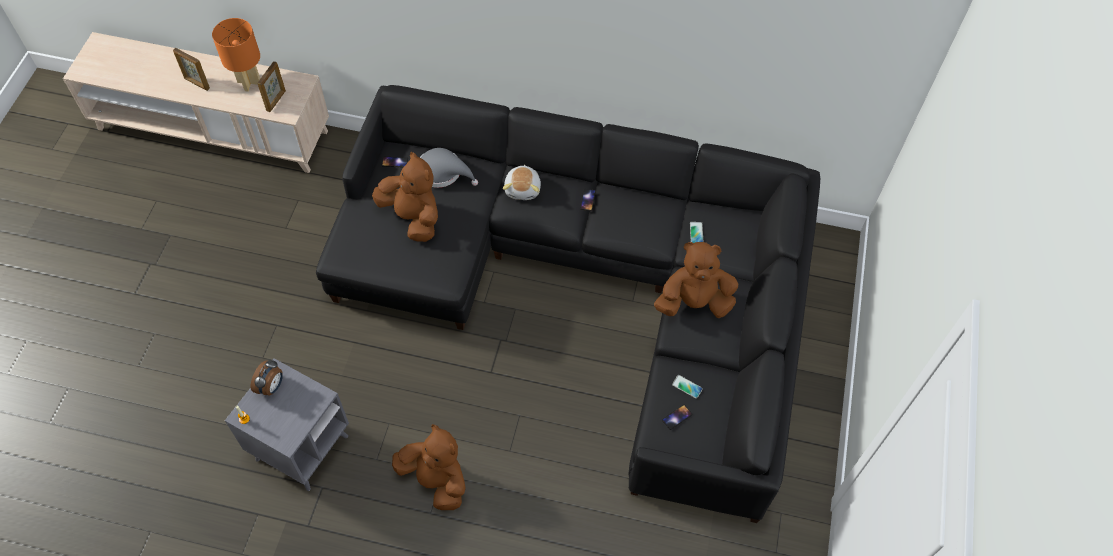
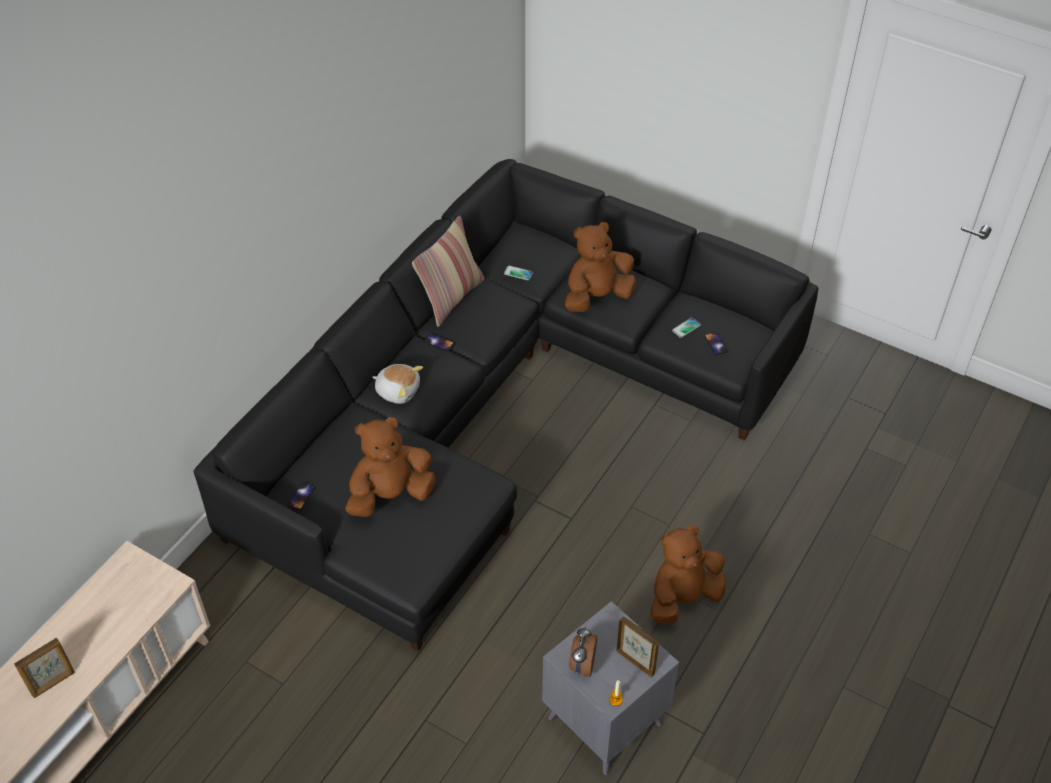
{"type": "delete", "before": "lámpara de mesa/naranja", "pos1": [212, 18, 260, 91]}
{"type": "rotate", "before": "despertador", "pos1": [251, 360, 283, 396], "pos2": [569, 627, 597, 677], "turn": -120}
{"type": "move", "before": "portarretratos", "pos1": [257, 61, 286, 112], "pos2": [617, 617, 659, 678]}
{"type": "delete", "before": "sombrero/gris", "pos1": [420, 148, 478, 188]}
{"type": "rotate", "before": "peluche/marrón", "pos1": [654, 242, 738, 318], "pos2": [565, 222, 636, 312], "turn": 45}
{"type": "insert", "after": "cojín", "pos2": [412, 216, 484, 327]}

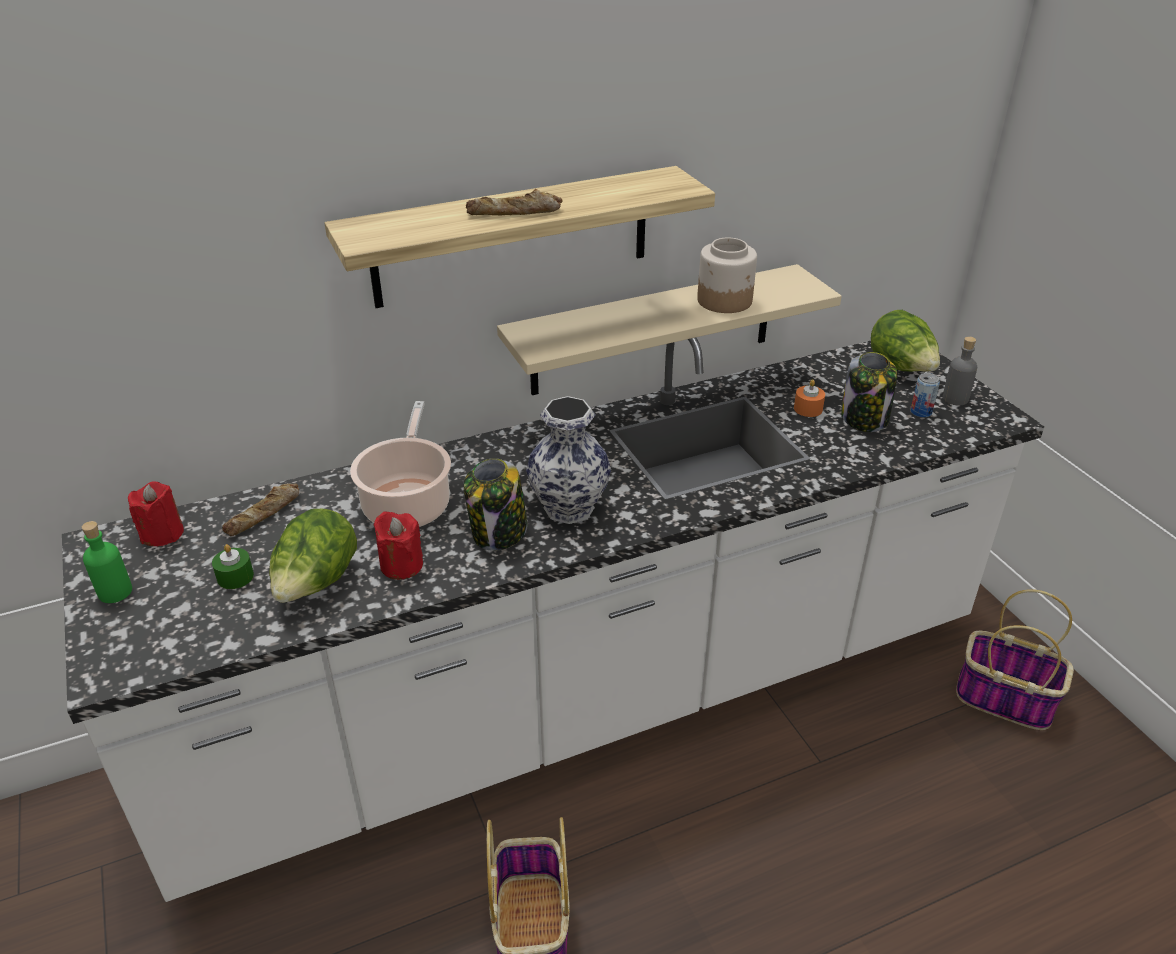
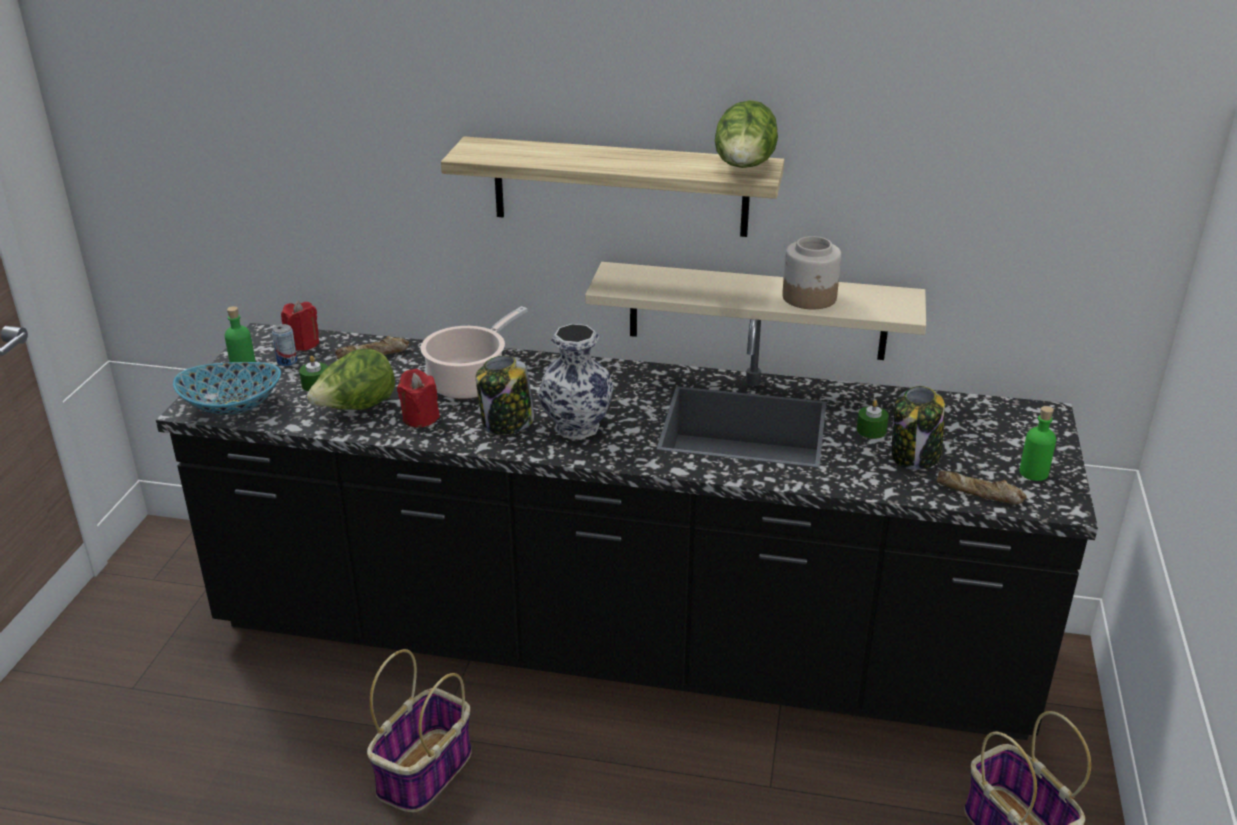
{"type": "recolor", "before": "mueble bajo de cocina/blanco", "after": "mueble bajo de cocina/negro", "pos1": [62, 338, 1045, 902], "pos2": [156, 319, 1098, 740]}
{"type": "move", "before": "pan", "pos1": [466, 189, 563, 216], "pos2": [936, 471, 1026, 504]}
{"type": "recolor", "before": "vela/naranja", "after": "vela/verde", "pos1": [794, 380, 825, 417], "pos2": [857, 400, 889, 439]}
{"type": "move", "before": "lechuga", "pos1": [871, 310, 940, 372], "pos2": [715, 100, 778, 168]}
{"type": "move", "before": "lata", "pos1": [911, 373, 940, 418], "pos2": [272, 324, 297, 366]}
{"type": "recolor", "before": "botella/gris", "after": "botella/verde", "pos1": [943, 336, 977, 406], "pos2": [1019, 406, 1056, 481]}
{"type": "insert", "after": "cuenco", "pos2": [173, 362, 281, 415]}

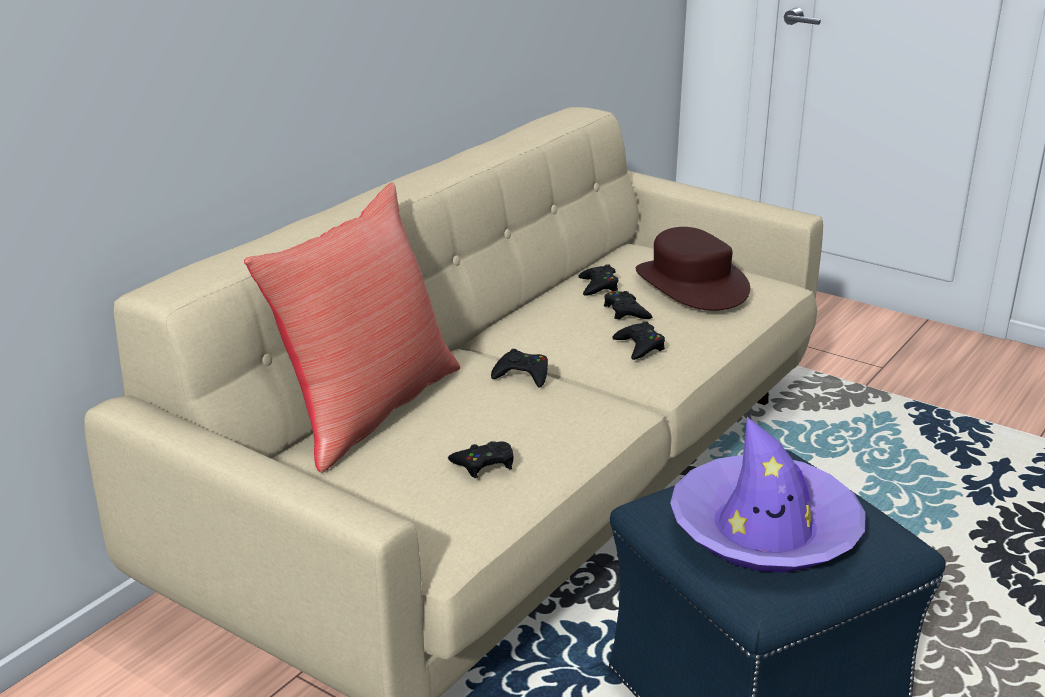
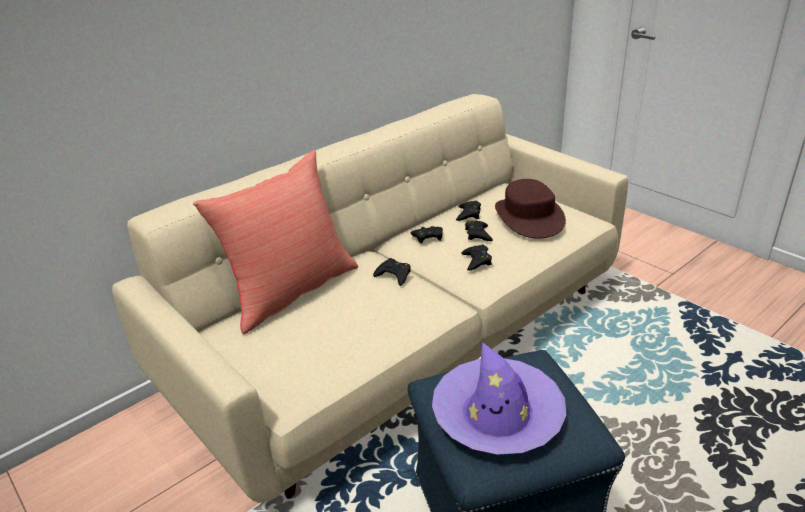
{"type": "move", "before": "mando de consola/negro", "pos1": [448, 441, 513, 478], "pos2": [411, 226, 443, 244]}

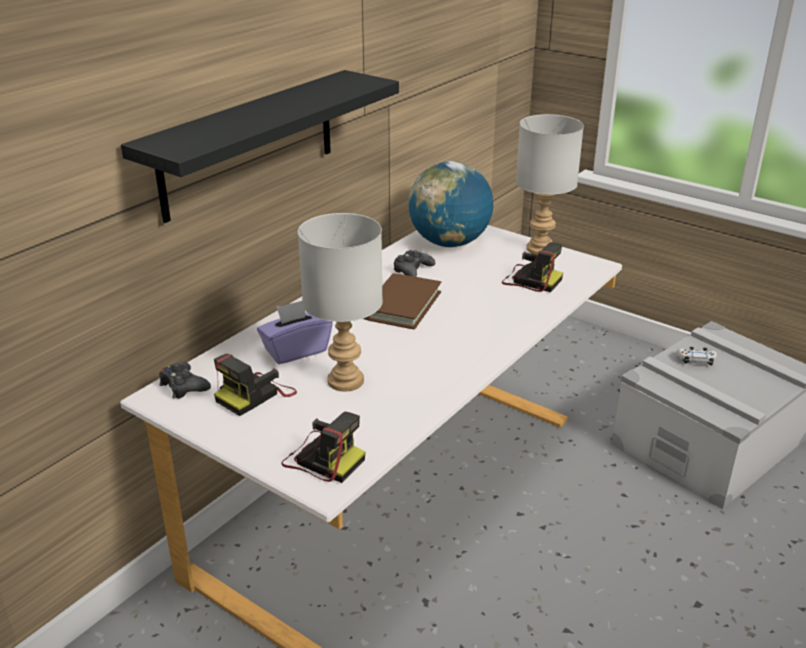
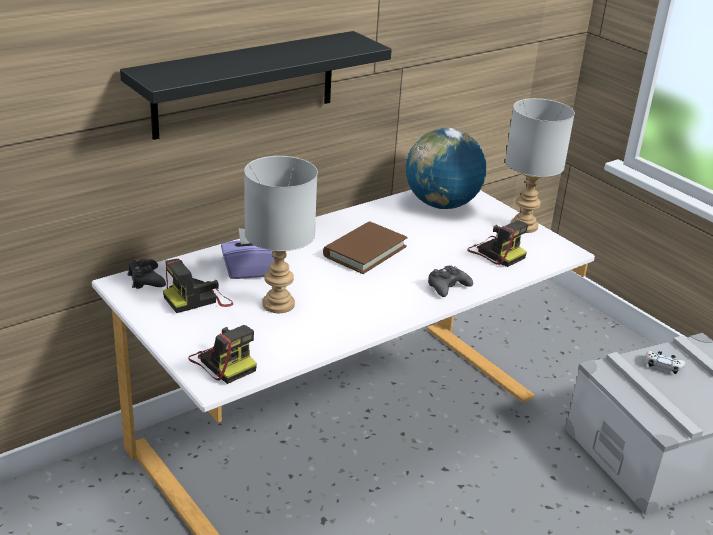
{"type": "move", "before": "mando de consola/negro", "pos1": [394, 250, 435, 277], "pos2": [428, 265, 473, 297]}

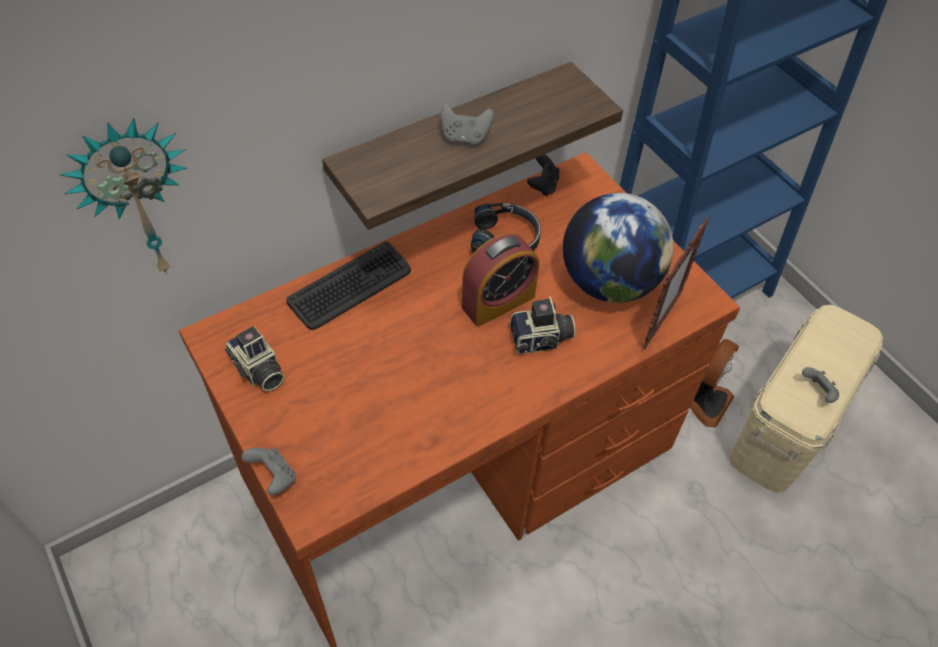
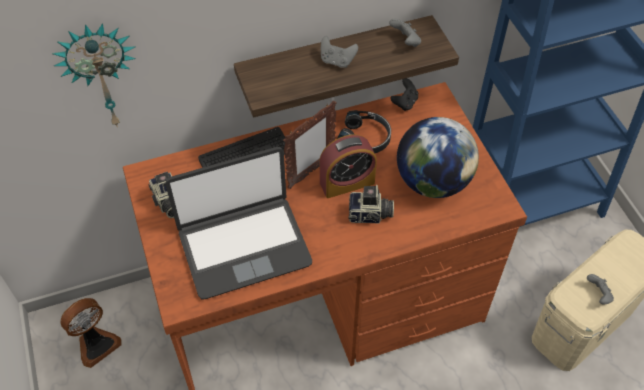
{"type": "move", "before": "mando de consola/gris", "pos1": [241, 448, 296, 495], "pos2": [389, 18, 421, 47]}
{"type": "move", "before": "portarretratos", "pos1": [643, 217, 709, 349], "pos2": [283, 100, 337, 189]}
{"type": "move", "before": "ventilador", "pos1": [690, 339, 739, 428], "pos2": [60, 298, 121, 368]}
{"type": "insert", "after": "portátil", "pos2": [165, 147, 312, 299]}

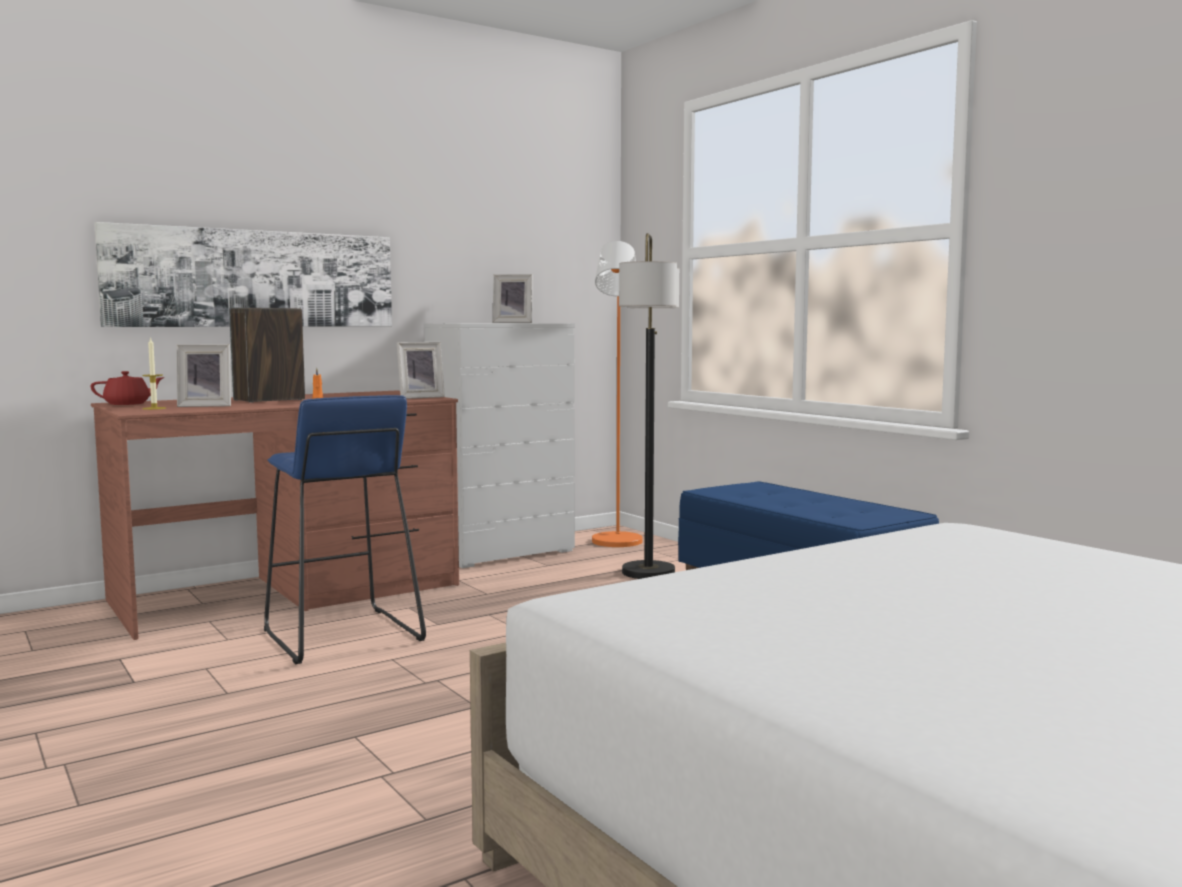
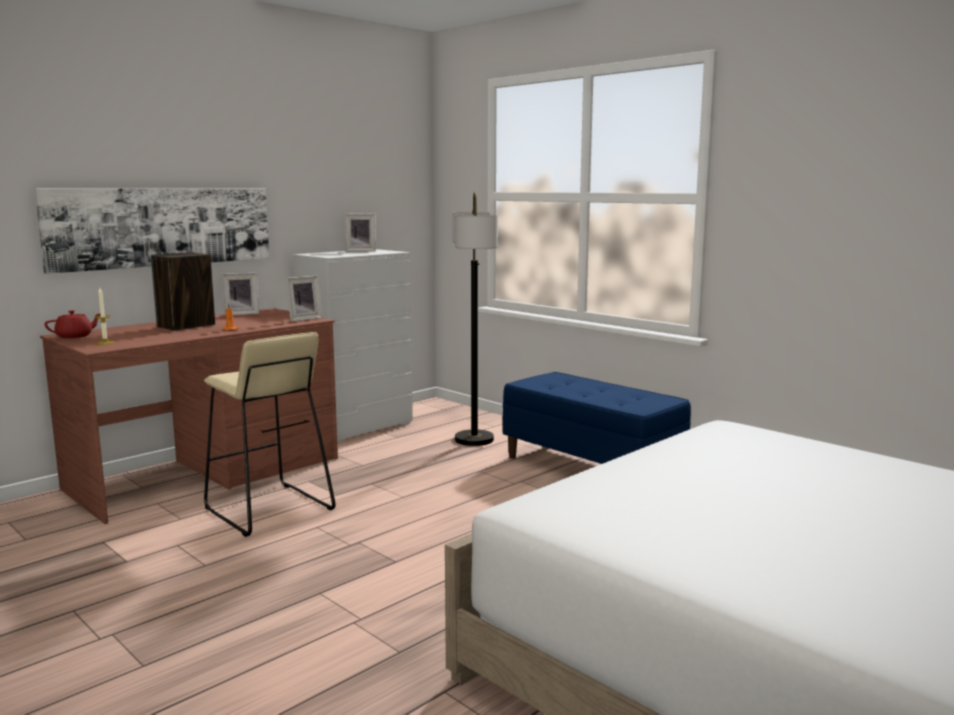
{"type": "move", "before": "portarretratos", "pos1": [176, 344, 231, 407], "pos2": [221, 273, 259, 316]}
{"type": "recolor", "before": "taburete/azul", "after": "taburete/beis", "pos1": [264, 395, 426, 664], "pos2": [204, 332, 336, 537]}
{"type": "delete", "before": "lámpara de pie/naranja", "pos1": [592, 241, 643, 547]}

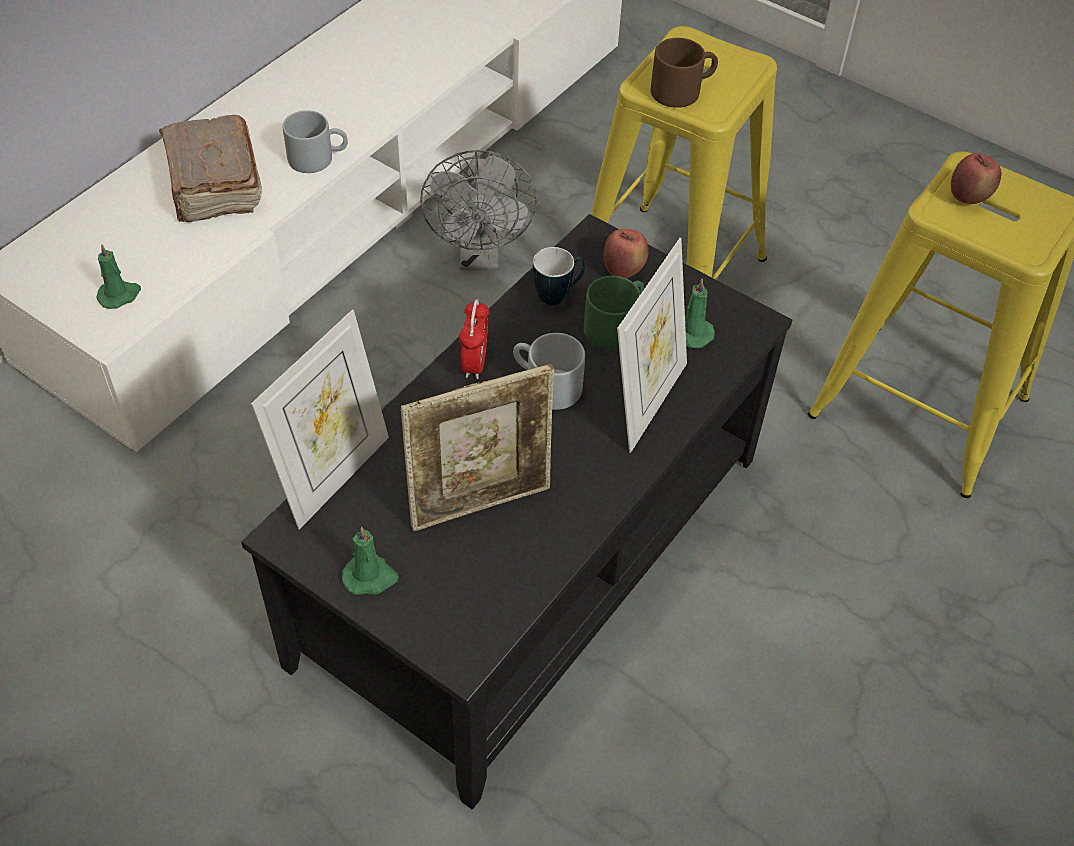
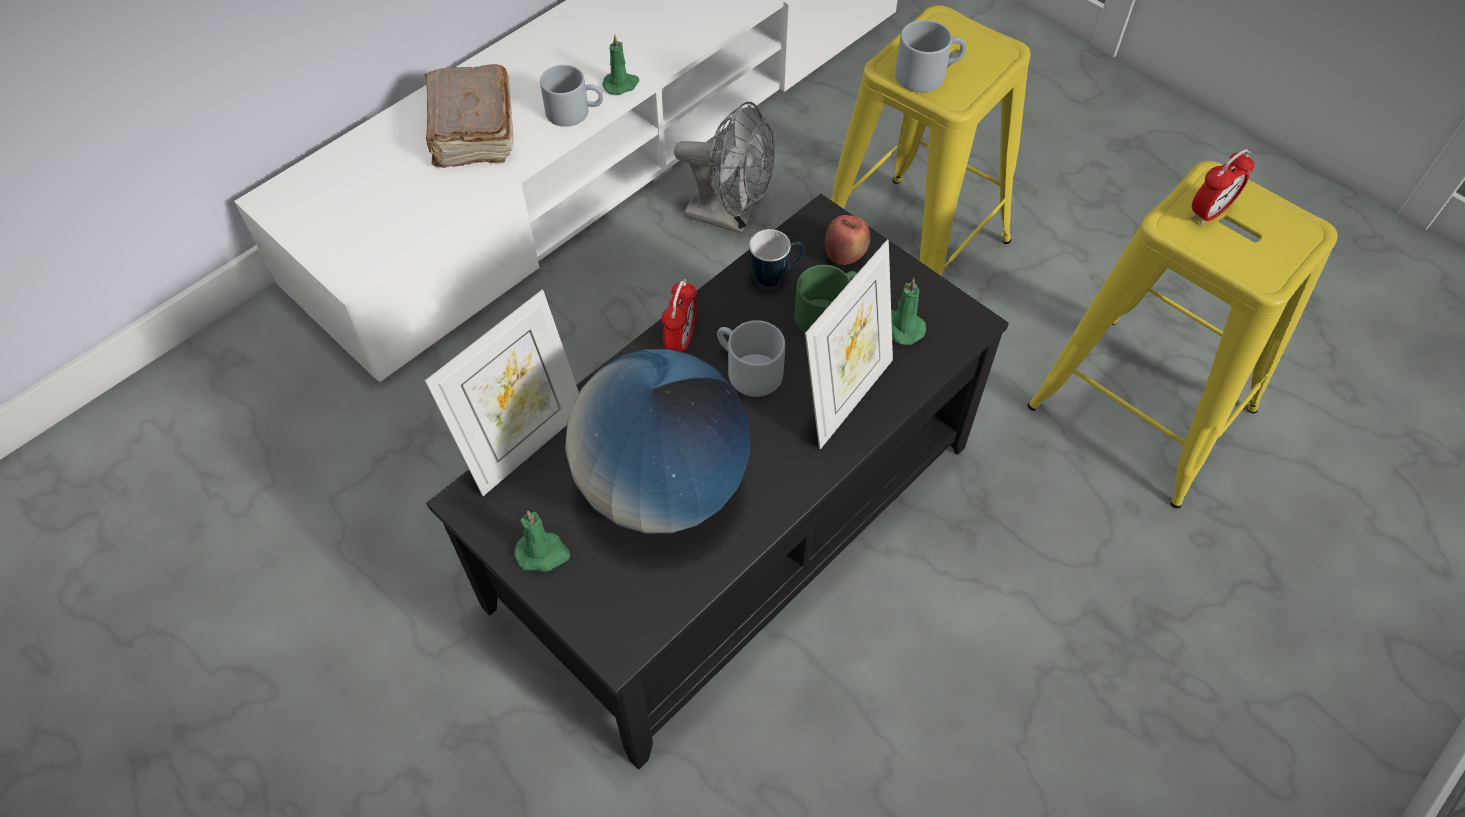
{"type": "move", "before": "vela/verde", "pos1": [97, 244, 141, 309], "pos2": [602, 35, 639, 95]}
{"type": "replace", "before": "portarretratos", "after": "globo terráqueo", "pos1": [401, 364, 554, 531], "pos2": [565, 349, 750, 533]}
{"type": "rotate", "before": "ventilador/gris", "pos1": [420, 150, 537, 270], "pos2": [674, 102, 775, 234], "turn": -75}
{"type": "recolor", "before": "taza grande/marrón", "after": "taza grande/gris", "pos1": [651, 38, 718, 108], "pos2": [895, 20, 966, 92]}
{"type": "replace", "before": "manzana", "after": "despertador", "pos1": [951, 153, 1001, 204], "pos2": [1191, 149, 1255, 225]}

